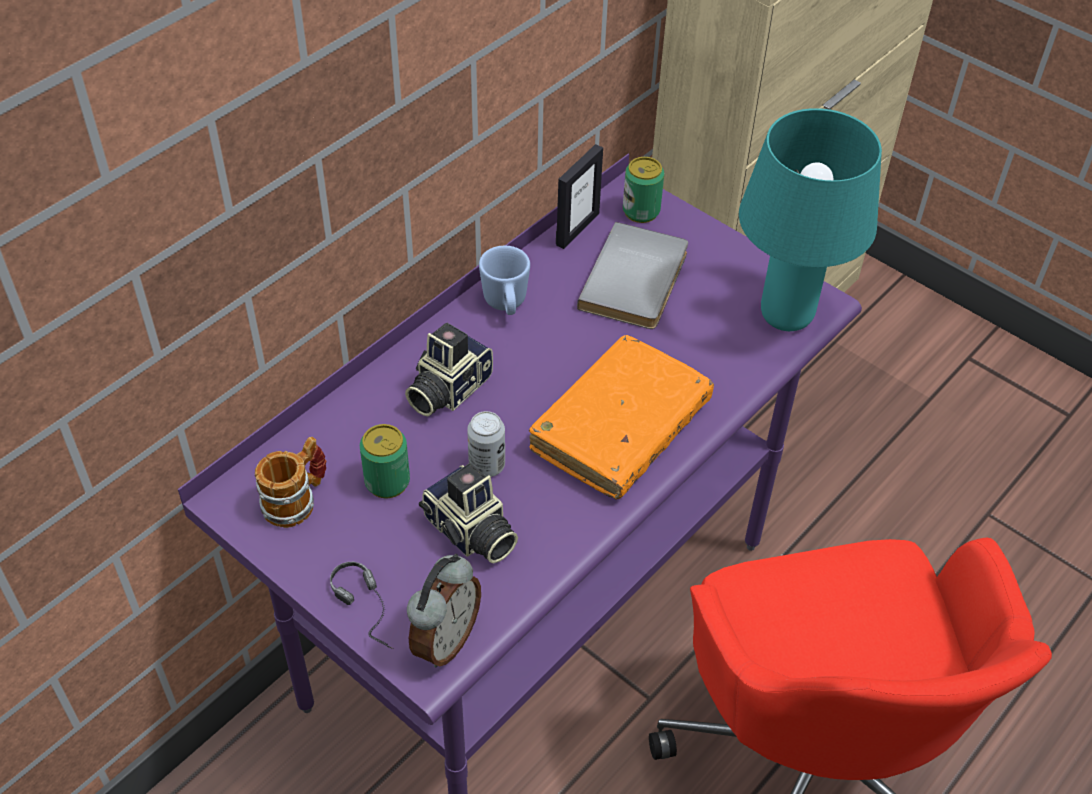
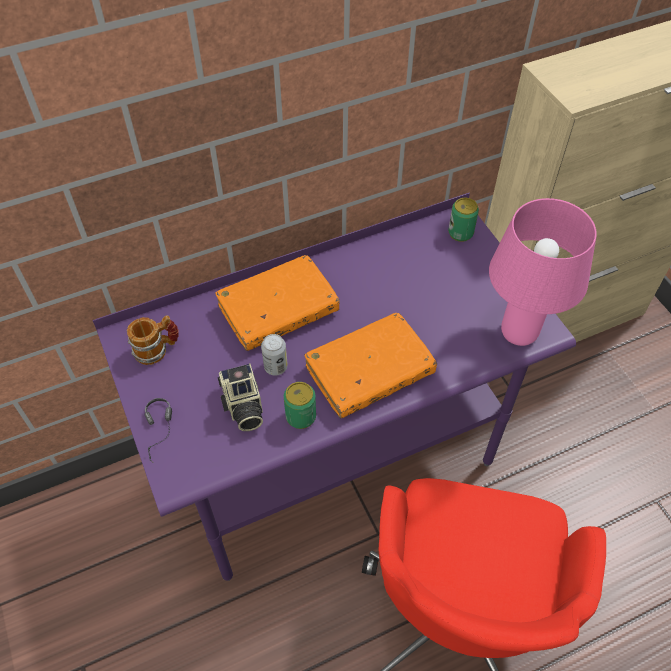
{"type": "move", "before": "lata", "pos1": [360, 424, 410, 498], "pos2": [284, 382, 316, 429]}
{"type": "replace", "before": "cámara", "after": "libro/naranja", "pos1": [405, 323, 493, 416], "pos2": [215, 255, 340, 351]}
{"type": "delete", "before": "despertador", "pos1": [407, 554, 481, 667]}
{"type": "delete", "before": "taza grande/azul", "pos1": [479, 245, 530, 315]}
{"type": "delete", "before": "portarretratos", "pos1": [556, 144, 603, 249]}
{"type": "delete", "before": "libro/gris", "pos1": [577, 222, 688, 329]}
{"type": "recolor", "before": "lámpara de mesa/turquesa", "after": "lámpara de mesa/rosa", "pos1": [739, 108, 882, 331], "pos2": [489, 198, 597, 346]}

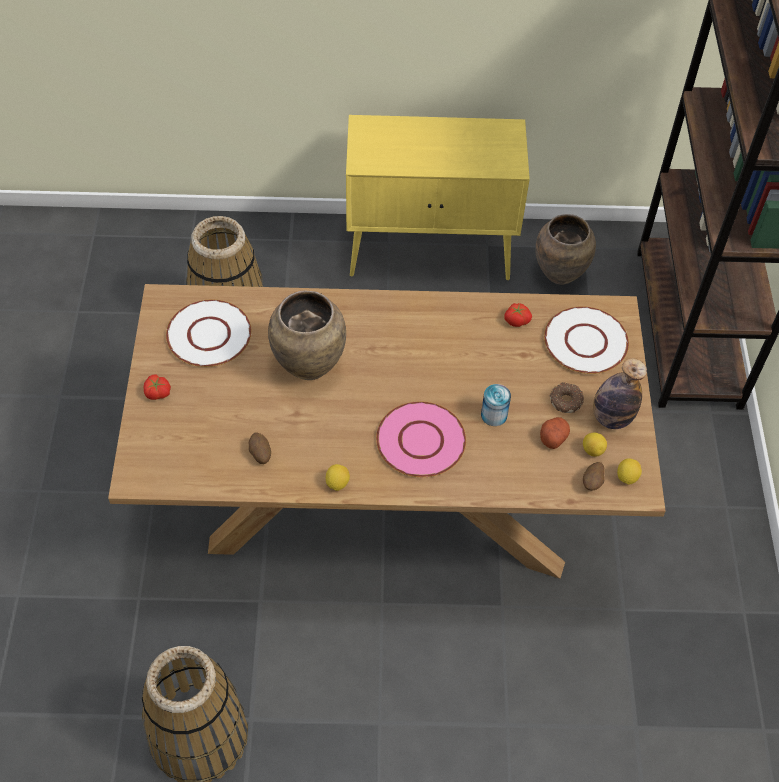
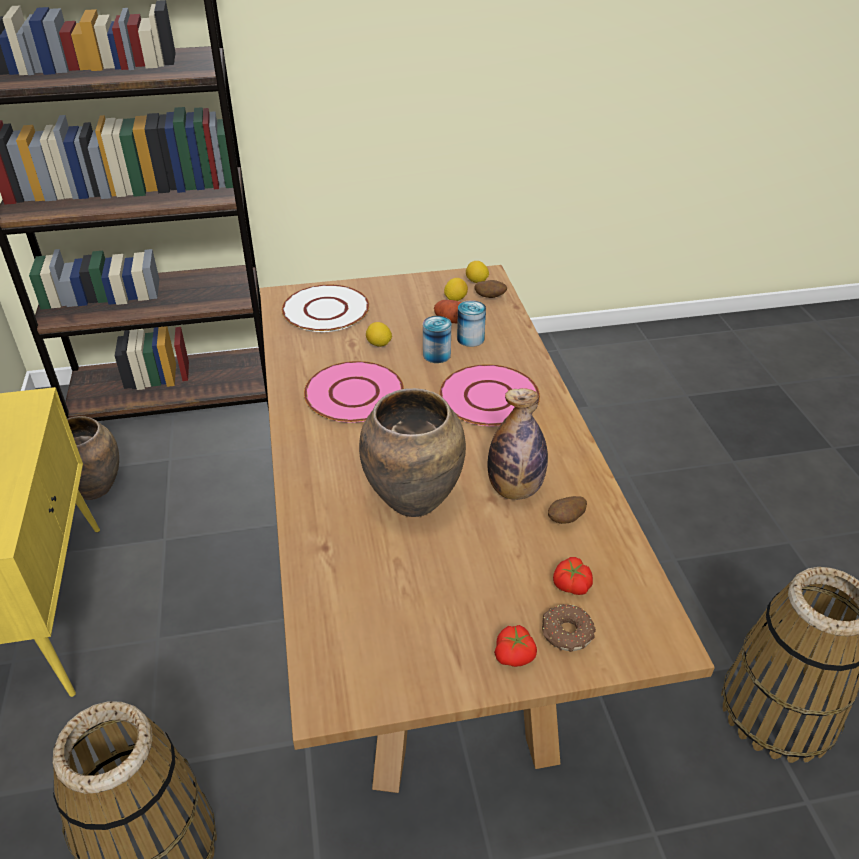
{"type": "delete", "before": "plato/blanco", "pos1": [166, 300, 252, 367]}
{"type": "move", "before": "limón", "pos1": [326, 464, 350, 491], "pos2": [366, 322, 392, 347]}
{"type": "move", "before": "tomate", "pos1": [504, 303, 532, 327], "pos2": [553, 557, 593, 595]}
{"type": "move", "before": "rosquilla", "pos1": [549, 382, 584, 413], "pos2": [542, 604, 596, 652]}
{"type": "move", "before": "botella", "pos1": [593, 358, 647, 429], "pos2": [488, 388, 548, 500]}
{"type": "insert", "after": "plato/rosa", "pos2": [304, 361, 404, 423]}
{"type": "insert", "after": "lata", "pos2": [457, 300, 486, 347]}

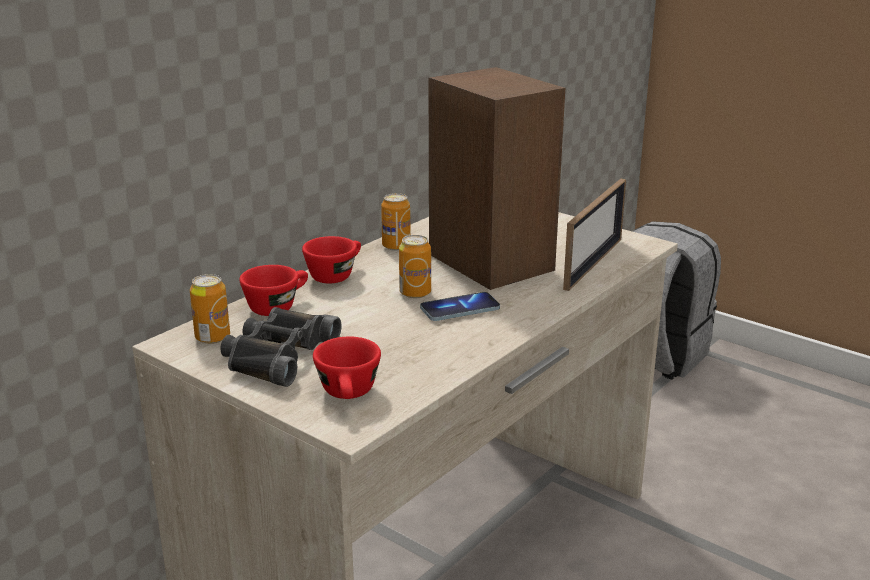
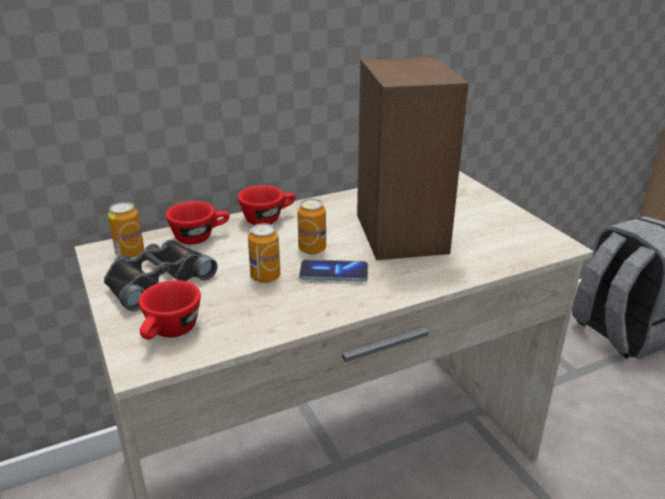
{"type": "move", "before": "lata", "pos1": [381, 193, 411, 251], "pos2": [248, 223, 281, 283]}
{"type": "delete", "before": "portarretratos", "pos1": [563, 179, 626, 291]}

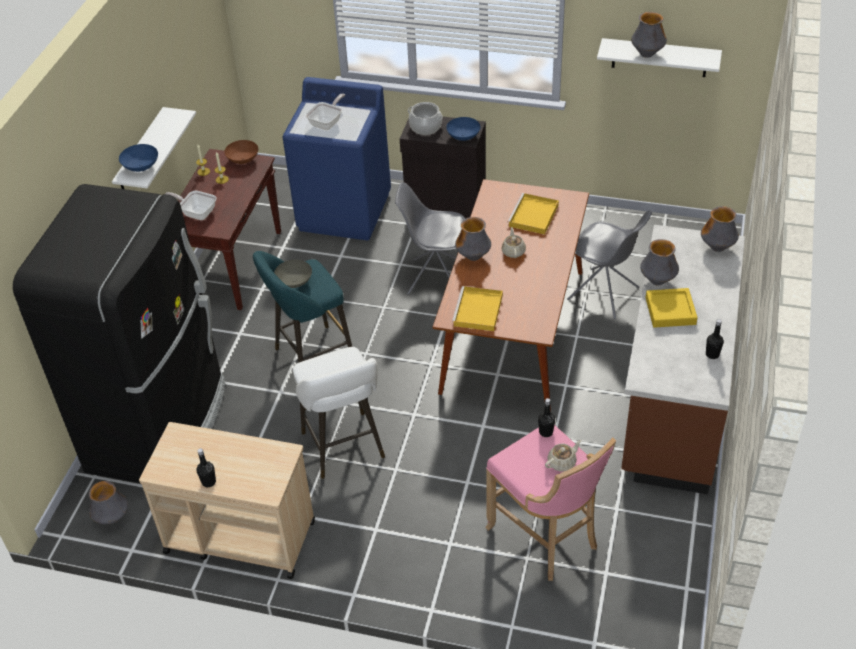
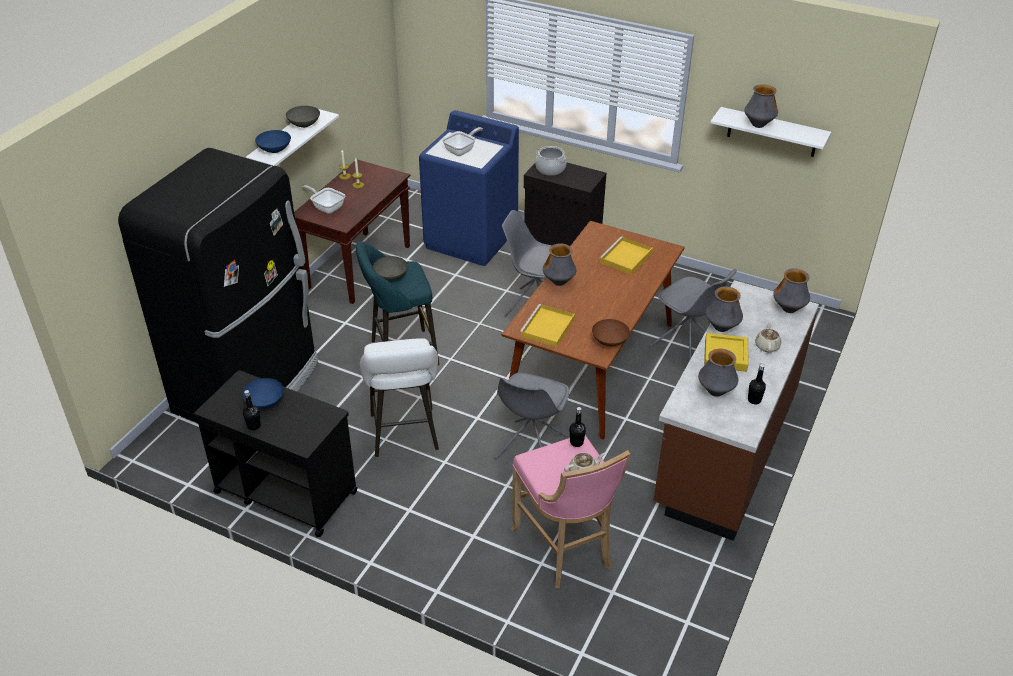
{"type": "move", "before": "florero", "pos1": [89, 481, 128, 524], "pos2": [698, 349, 738, 397]}
{"type": "recolor", "before": "carrito/beis", "after": "carrito/negro", "pos1": [139, 422, 315, 579], "pos2": [194, 370, 358, 537]}
{"type": "move", "before": "cuenco/marrón", "pos1": [224, 140, 258, 164], "pos2": [592, 319, 630, 346]}
{"type": "move", "before": "cuenco/azul", "pos1": [446, 117, 480, 141], "pos2": [242, 378, 284, 409]}
{"type": "move", "before": "tetera/beis", "pos1": [501, 227, 526, 258], "pos2": [755, 321, 781, 352]}
{"type": "insert", "after": "cuenco/gris", "pos2": [286, 106, 320, 128]}
{"type": "insert", "after": "silla/gris", "pos2": [495, 373, 569, 459]}

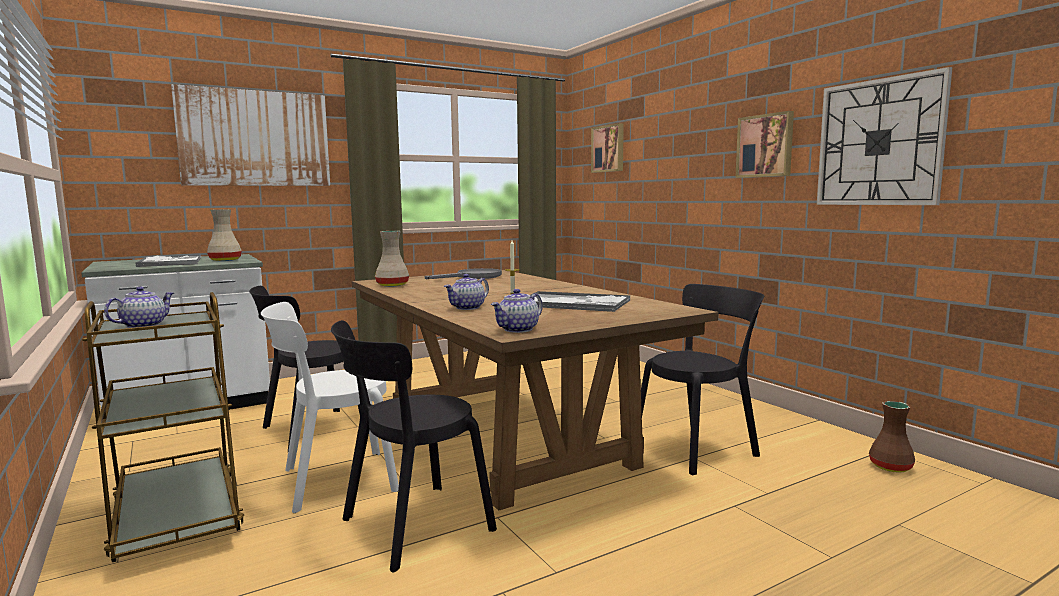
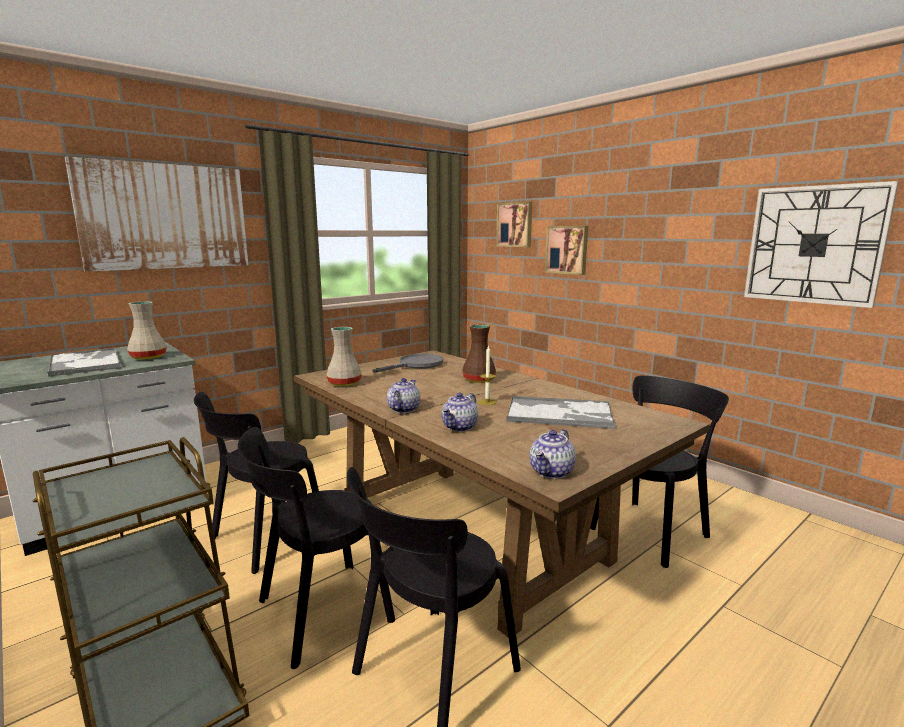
{"type": "move", "before": "tetera", "pos1": [104, 286, 174, 328], "pos2": [387, 378, 420, 413]}
{"type": "recolor", "before": "silla/blanco", "after": "silla/negro", "pos1": [261, 302, 399, 513], "pos2": [238, 427, 395, 669]}
{"type": "move", "before": "cuadro", "pos1": [735, 111, 794, 178], "pos2": [545, 226, 588, 275]}
{"type": "move", "before": "florero/marrón", "pos1": [869, 401, 915, 473], "pos2": [462, 325, 496, 383]}

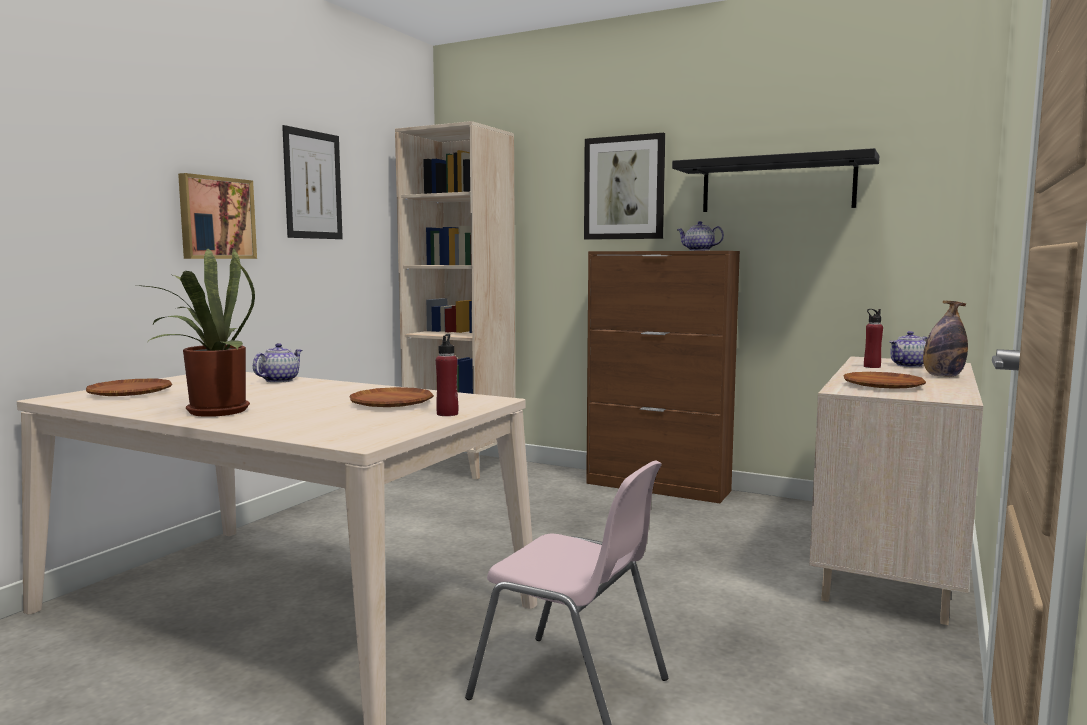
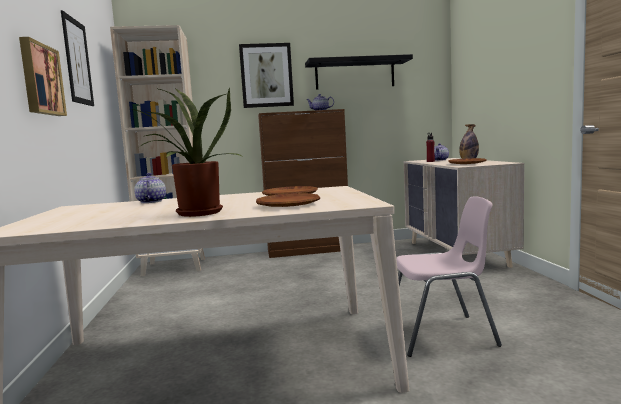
{"type": "move", "before": "plato/marrón", "pos1": [86, 379, 172, 396], "pos2": [256, 193, 320, 207]}
{"type": "delete", "before": "botella/rojo", "pos1": [436, 334, 458, 416]}

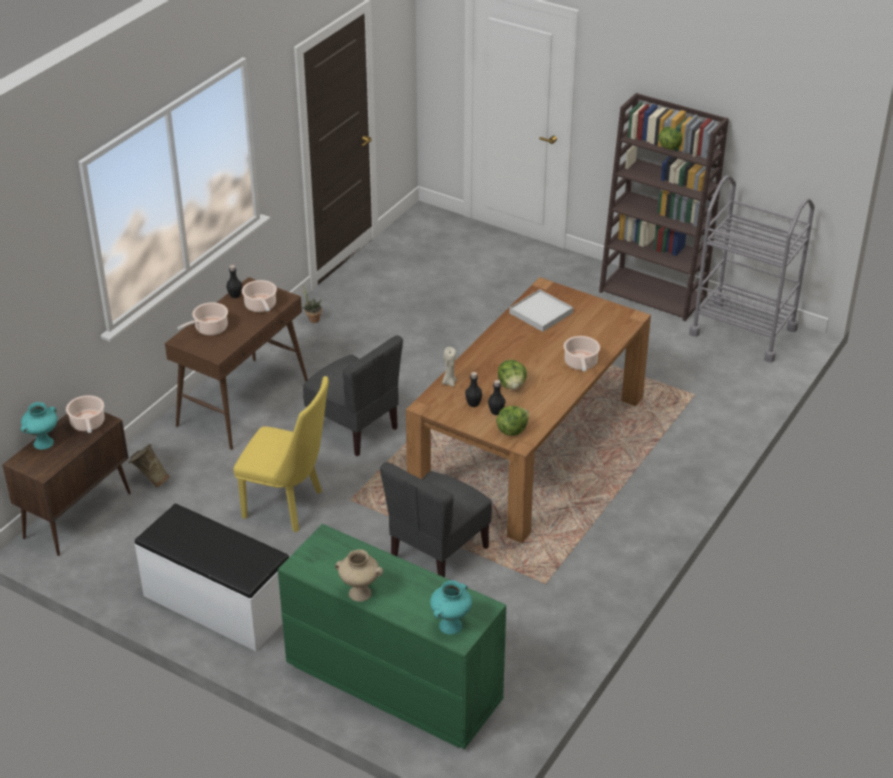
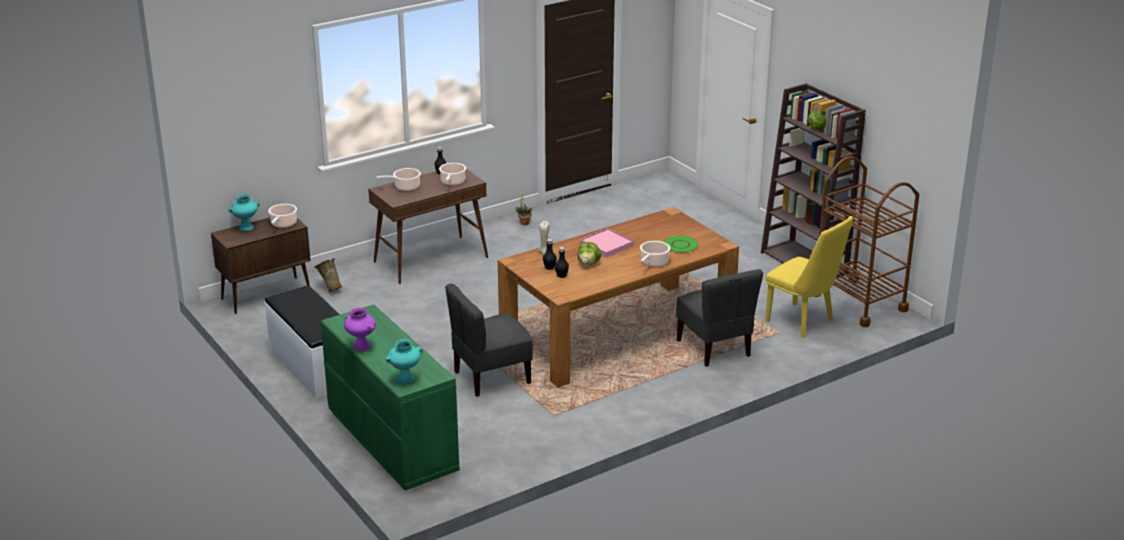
{"type": "move", "before": "silla/amarillo", "pos1": [233, 376, 329, 532], "pos2": [765, 216, 853, 338]}
{"type": "move", "before": "silla/gris", "pos1": [303, 335, 403, 456], "pos2": [676, 269, 763, 367]}
{"type": "recolor", "before": "florero/beis", "after": "florero/morado", "pos1": [335, 549, 383, 602], "pos2": [344, 308, 376, 351]}
{"type": "delete", "before": "lechuga", "pos1": [496, 406, 529, 436]}
{"type": "delete", "before": "bandeja/blanco", "pos1": [509, 289, 573, 332]}
{"type": "recolor", "before": "carrito/gris", "after": "carrito/marrón", "pos1": [689, 175, 815, 362], "pos2": [815, 156, 919, 327]}
{"type": "insert", "after": "bandeja/rosa", "pos2": [580, 228, 634, 258]}
{"type": "insert", "after": "plato/verde", "pos2": [663, 235, 699, 253]}

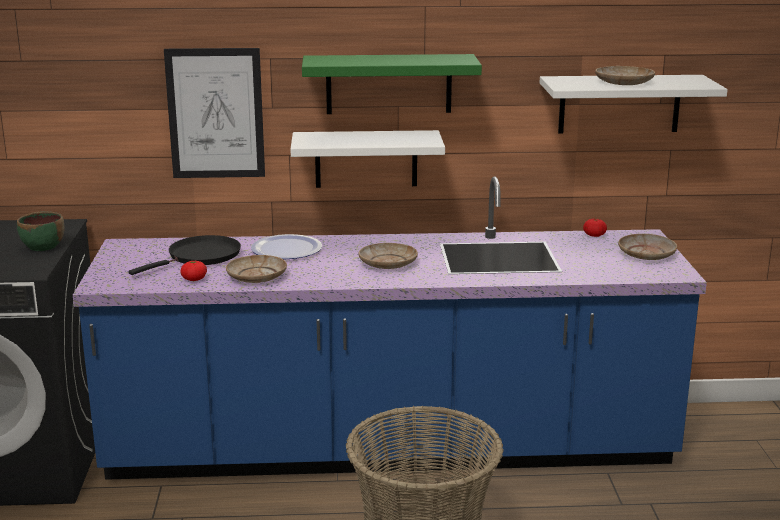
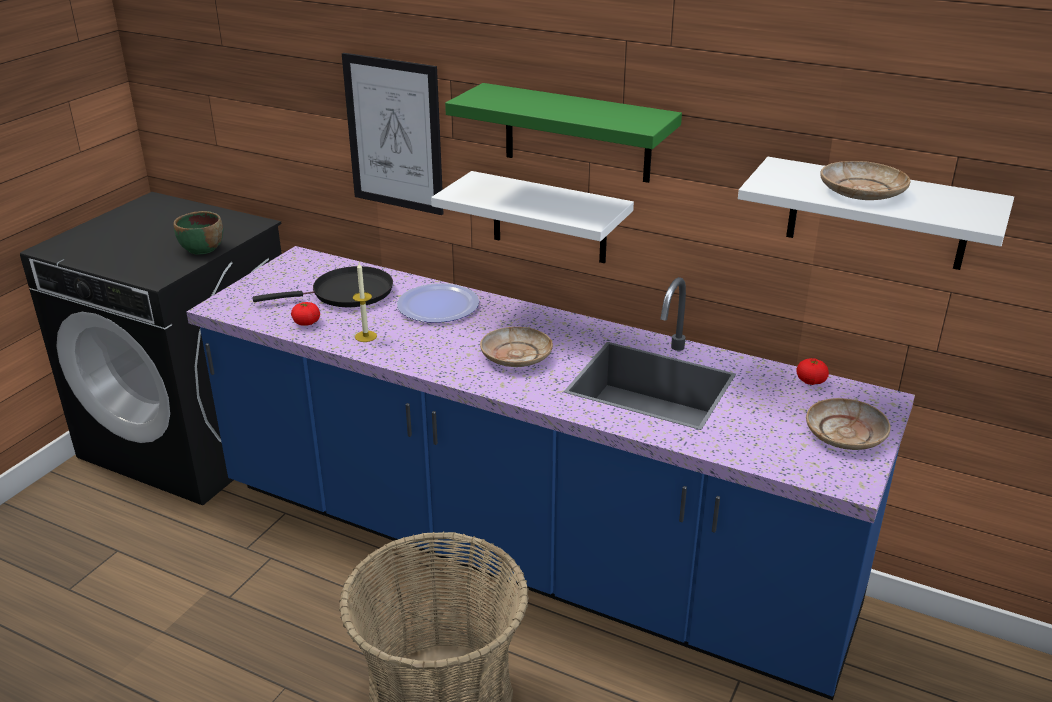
{"type": "replace", "before": "plato/beis", "after": "vela", "pos1": [226, 255, 287, 283], "pos2": [353, 263, 377, 342]}

